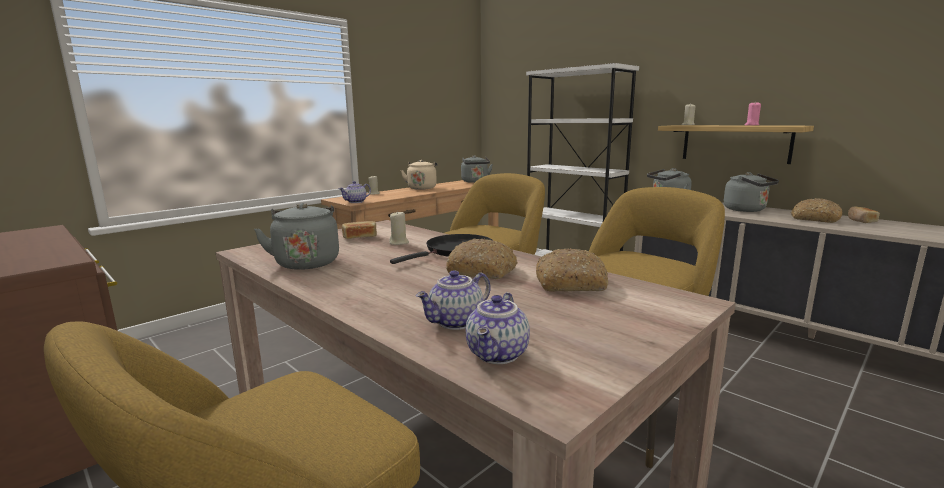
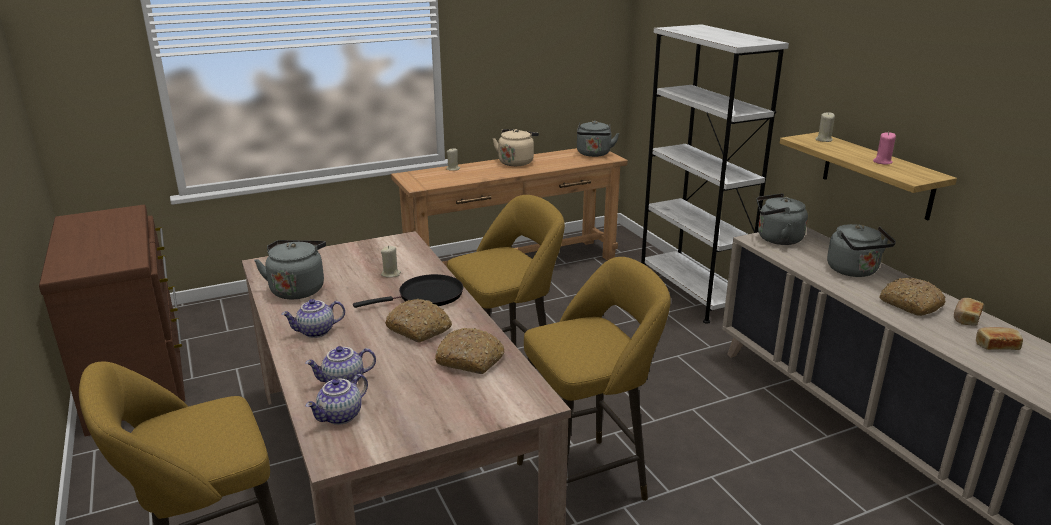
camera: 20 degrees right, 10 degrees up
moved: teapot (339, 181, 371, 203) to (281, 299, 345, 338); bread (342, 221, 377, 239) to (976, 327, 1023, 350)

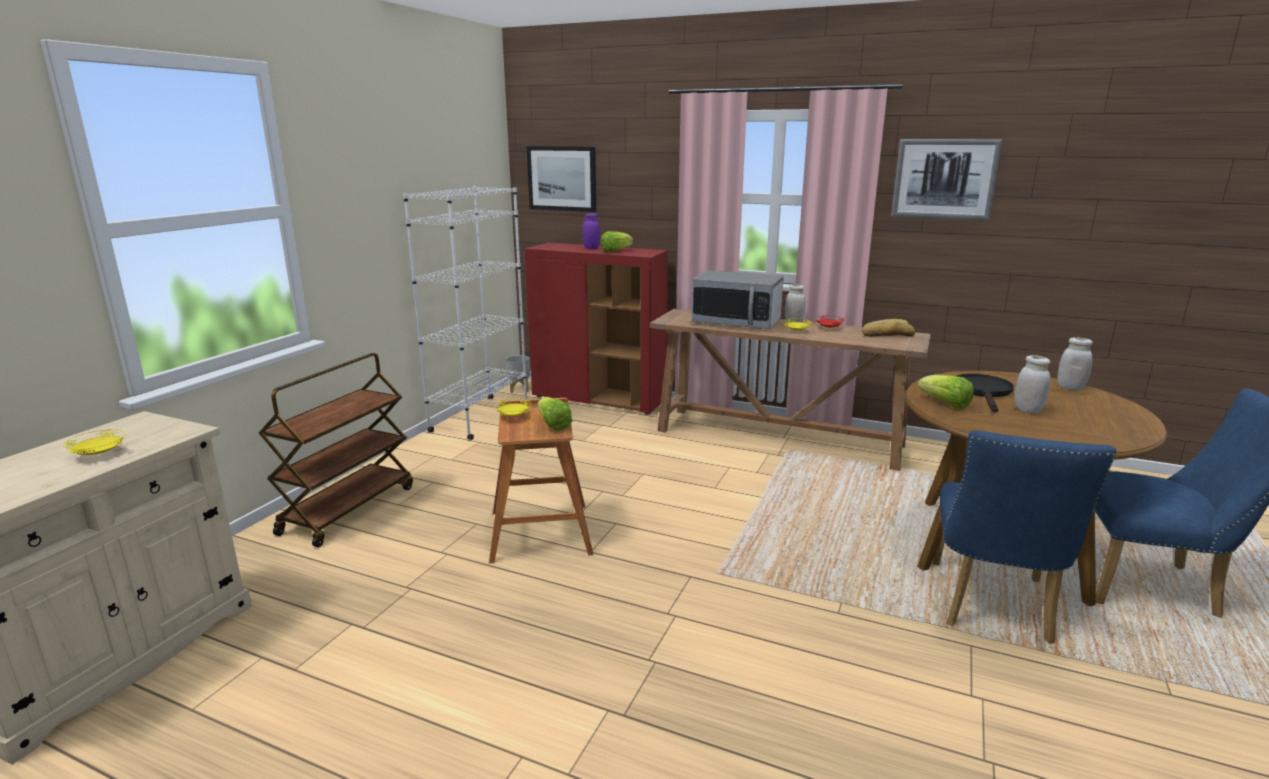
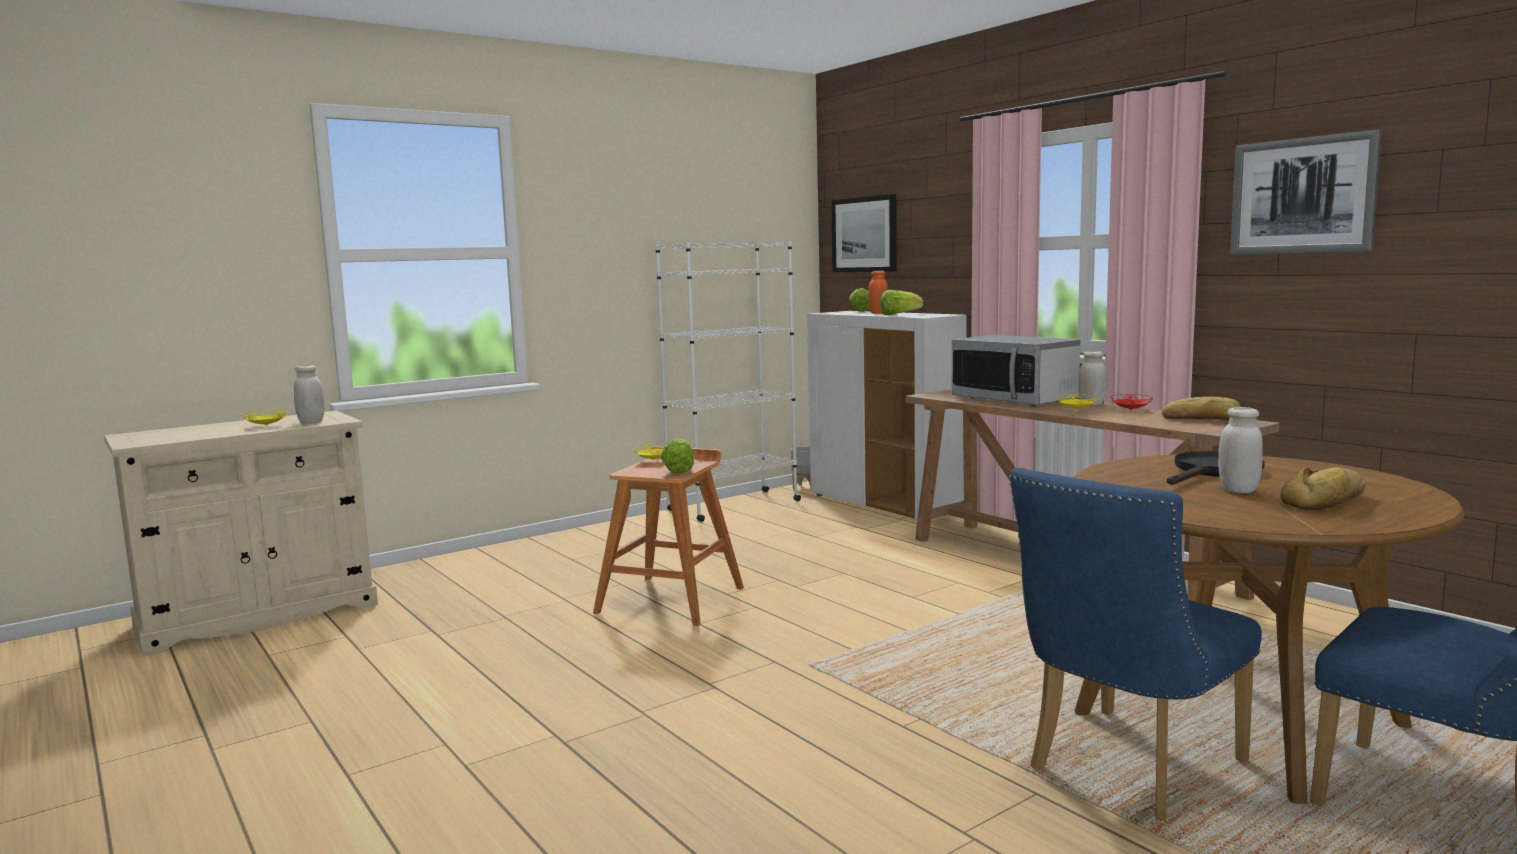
camera: 30 degrees right, 10 degrees down
removed: brown cart (259, 353, 413, 547)
added: bread (1280, 467, 1366, 511)
moved: white jar (1058, 337, 1093, 390) to (294, 365, 325, 424); lettuce (918, 375, 974, 409) to (850, 288, 870, 312)
recoloured: red cabinet (525, 242, 668, 415) to white cabinet (807, 311, 966, 520); purple jar (582, 213, 600, 249) to orange jar (868, 271, 888, 314)

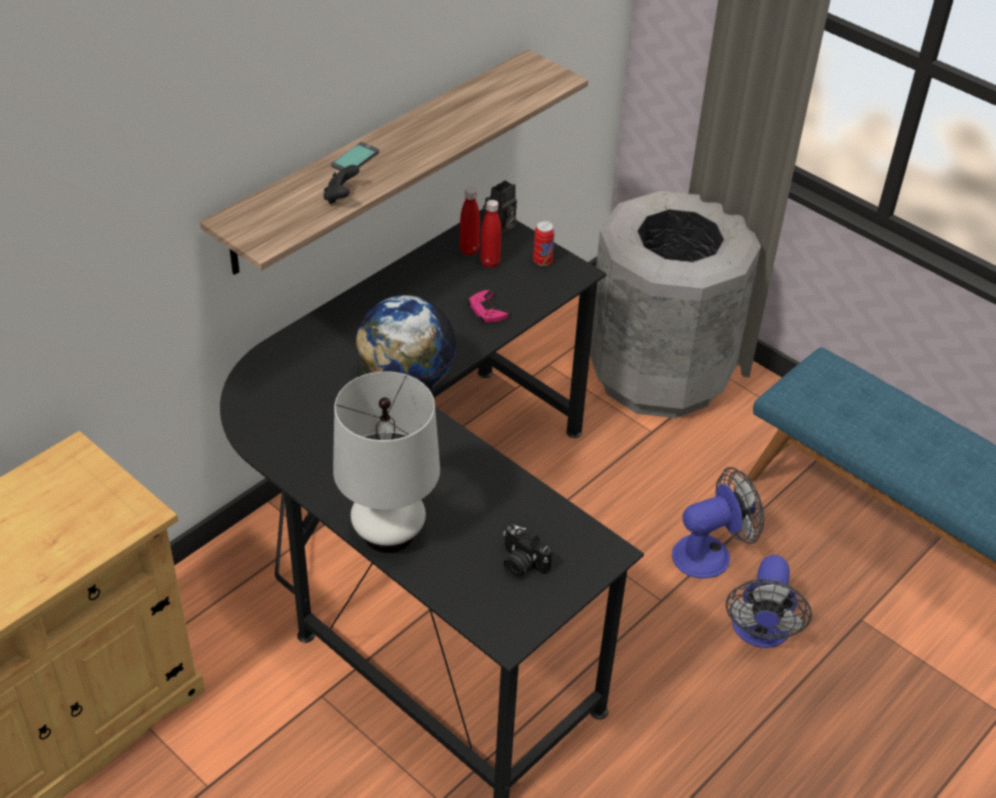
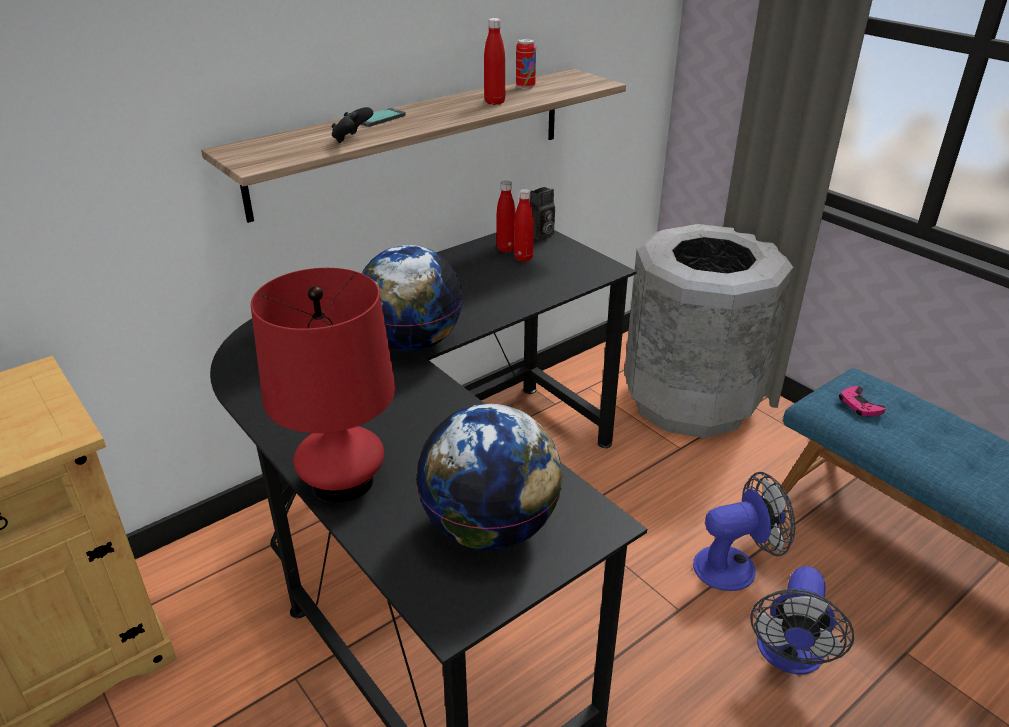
camera: 10 degrees right, 10 degrees down
added: red bottle (484, 18, 505, 105)
moved: can (533, 221, 555, 266) to (516, 38, 536, 89); pink game controller (467, 290, 508, 323) to (839, 386, 886, 416)
replaced: photo camera (503, 524, 552, 578) to globe (416, 404, 563, 550)
recoloured: white table lamp (333, 371, 440, 553) to red table lamp (251, 268, 395, 503)

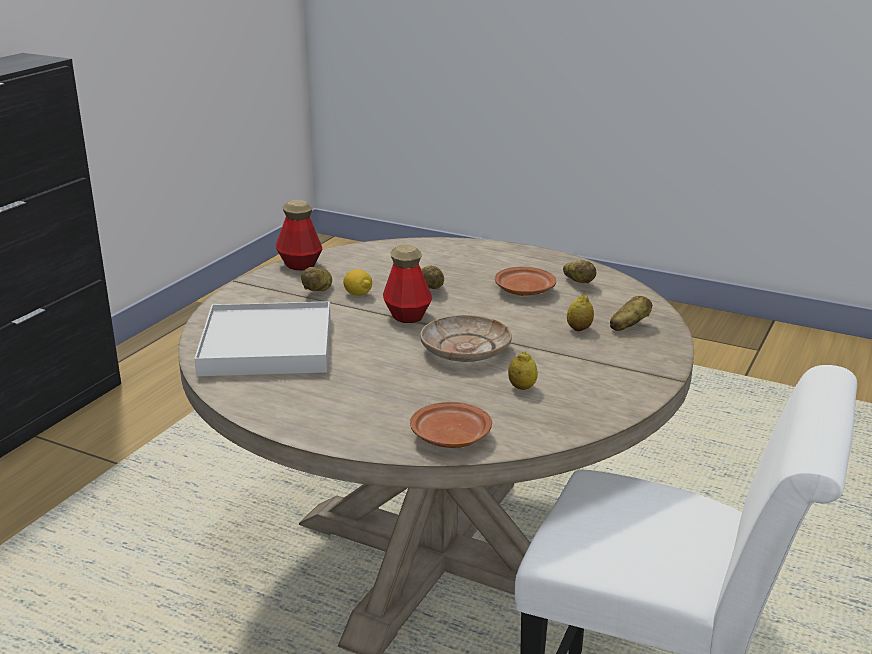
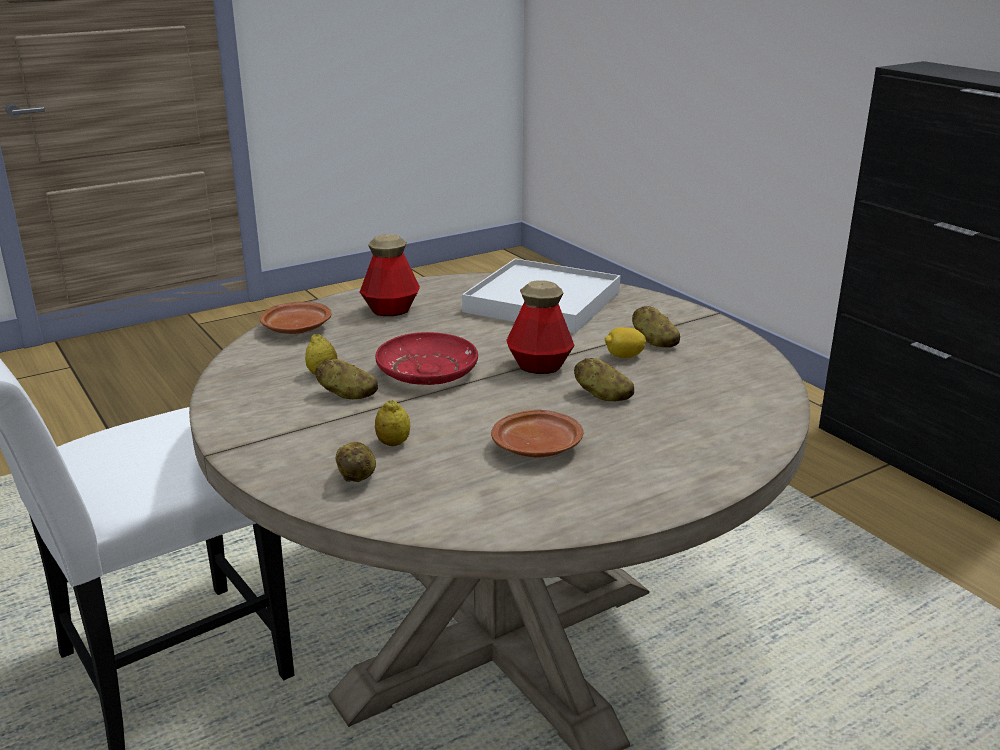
camera: 120 degrees right, 0 degrees up
moved: potato (563, 260, 596, 283) to (315, 359, 378, 399); bottle (276, 200, 323, 271) to (360, 234, 420, 316)
recoloured: beige plate (420, 315, 512, 362) to red plate (375, 332, 478, 385)

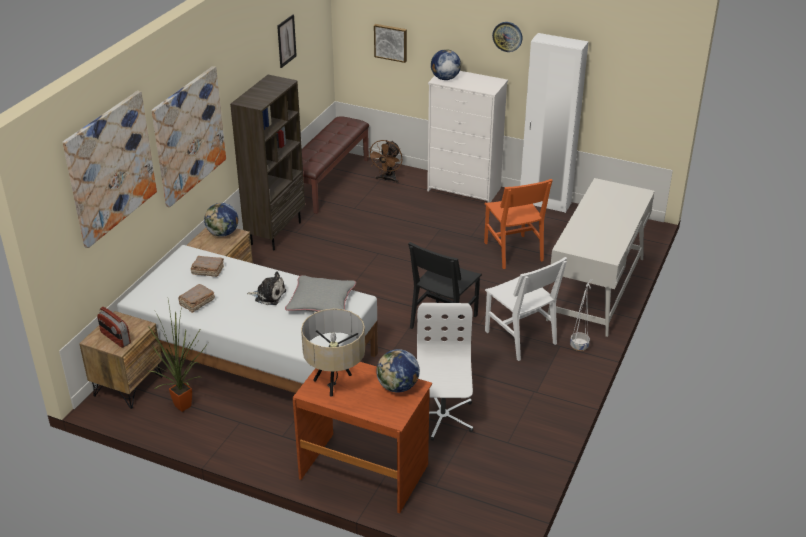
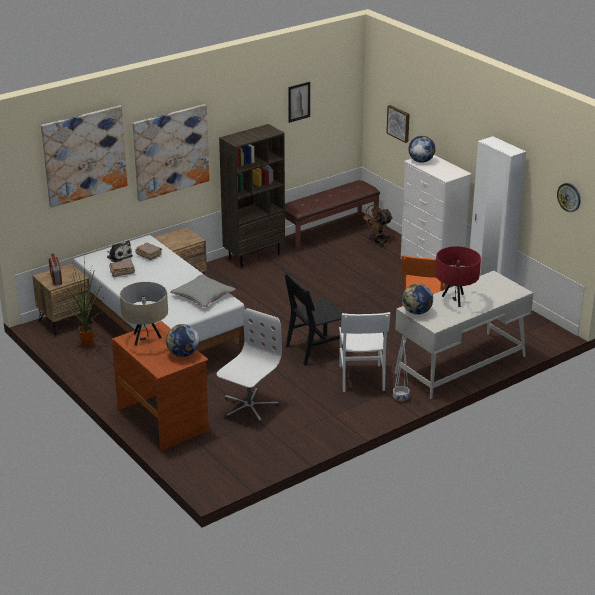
camera: 30 degrees right, 5 degrees down
added: red table lamp (435, 246, 481, 307)
moved: plush toy (247, 271, 286, 305) to (107, 240, 133, 262); globe (204, 203, 238, 237) to (402, 284, 433, 315); wall clock (492, 22, 522, 52) to (557, 183, 581, 212)

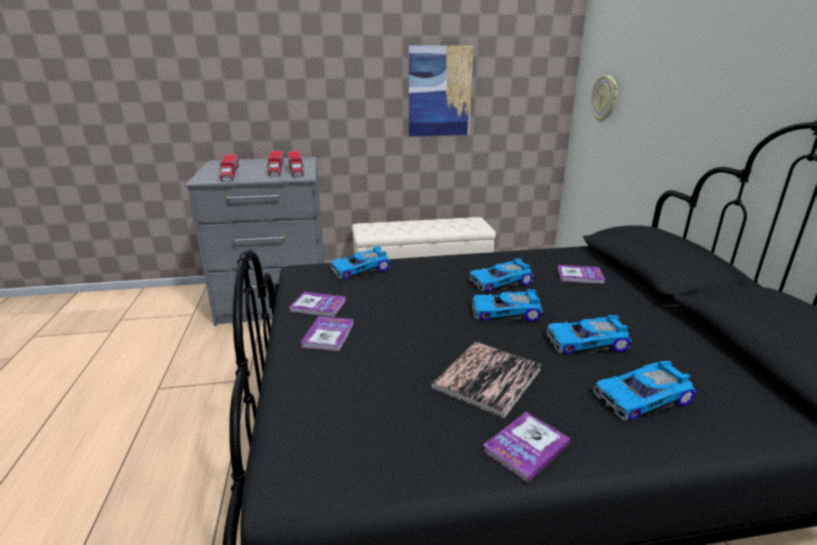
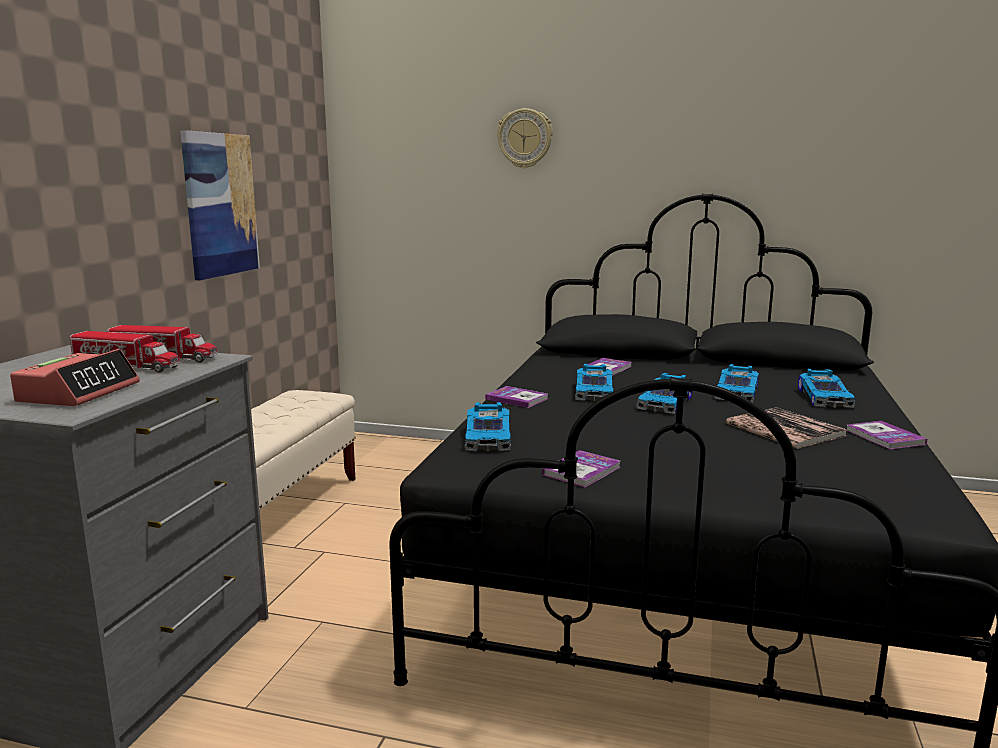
camera: 65 degrees left, 10 degrees down
moved: book (300, 316, 354, 351) to (485, 386, 548, 408); wall clock (591, 75, 618, 122) to (497, 108, 553, 168)
replaced: toy truck (219, 154, 239, 181) to alarm clock (10, 349, 140, 406)

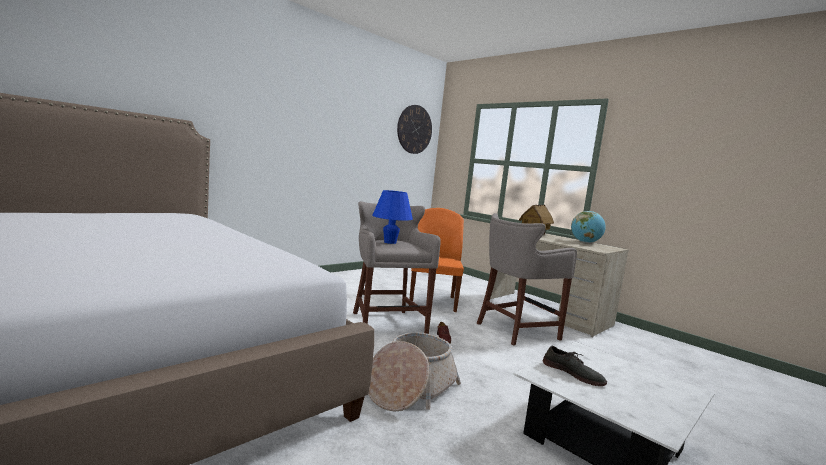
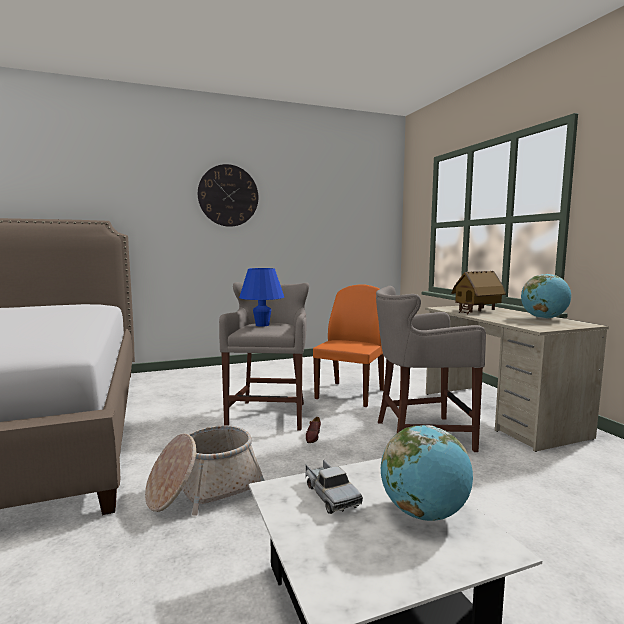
camera: 25 degrees right, 0 degrees up
added: globe (381, 425, 473, 521)
moved: wall clock (397, 105, 432, 154) to (198, 164, 258, 227)
replaced: grey shoe (543, 346, 607, 386) to toy truck (305, 460, 363, 514)

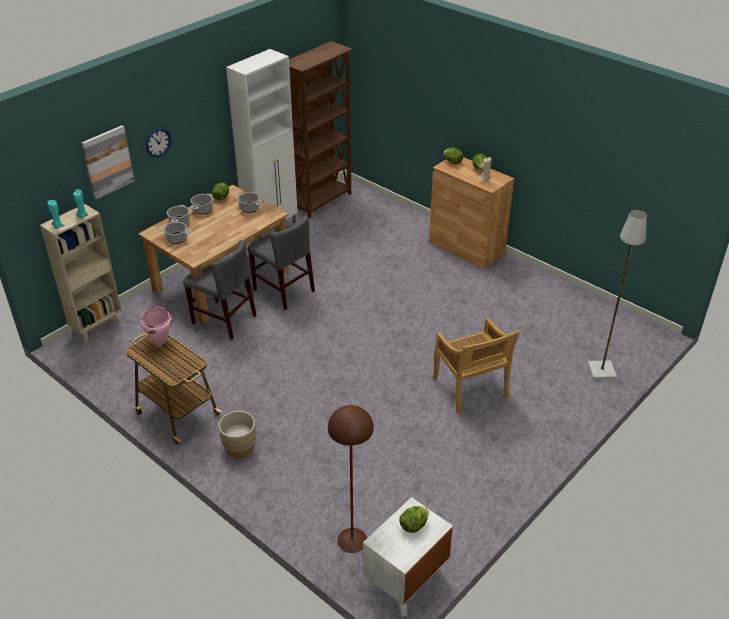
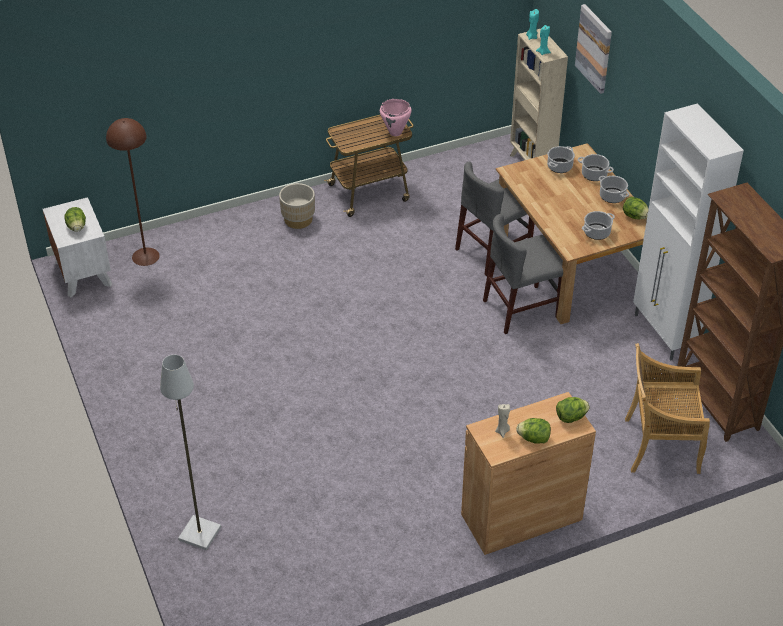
camera: 115 degrees right, 5 degrees up
removed: wall clock (146, 128, 171, 157)
moved: beige chair (433, 318, 520, 415) to (625, 343, 710, 474)

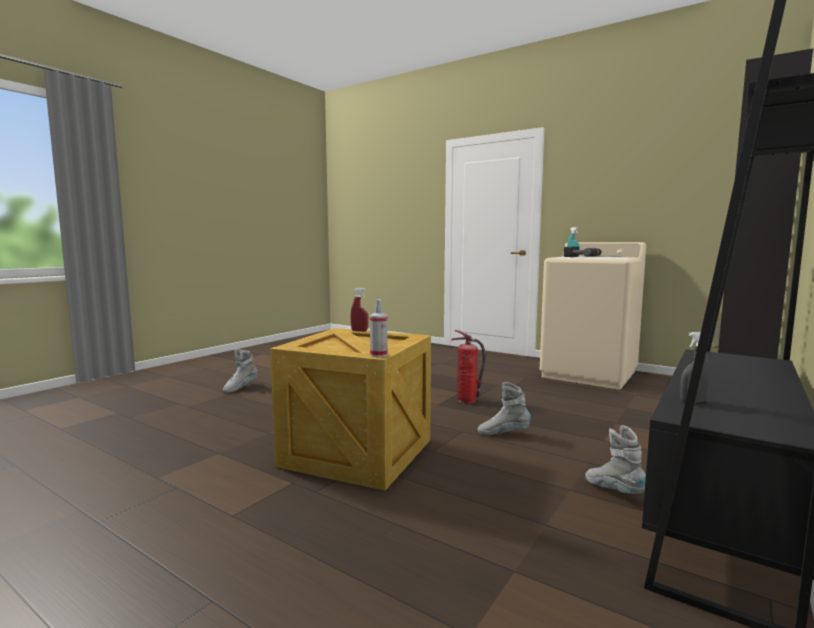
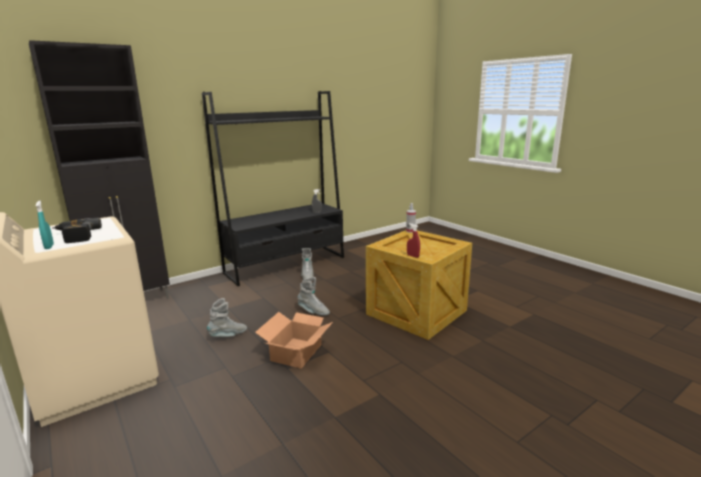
camera: 160 degrees left, 10 degrees up
moved: grey boot (223, 349, 257, 393) to (207, 298, 247, 337)
replaced: fire extinguisher (452, 330, 486, 404) to cardboard box (255, 312, 333, 369)

